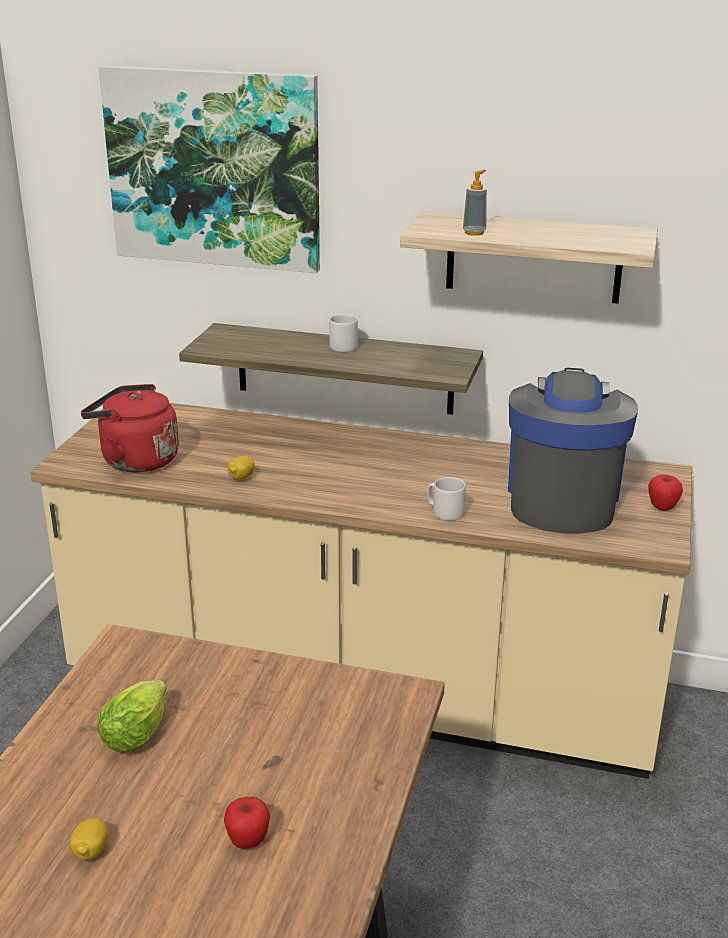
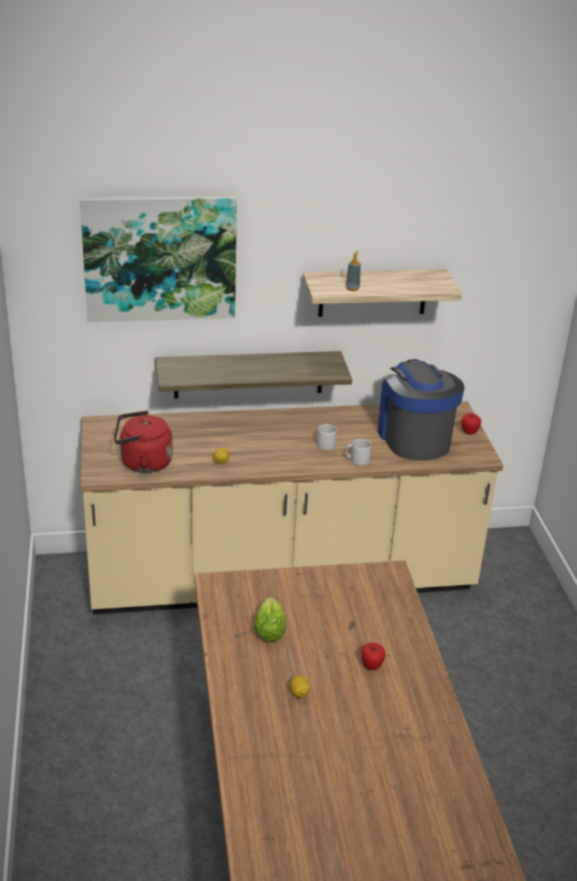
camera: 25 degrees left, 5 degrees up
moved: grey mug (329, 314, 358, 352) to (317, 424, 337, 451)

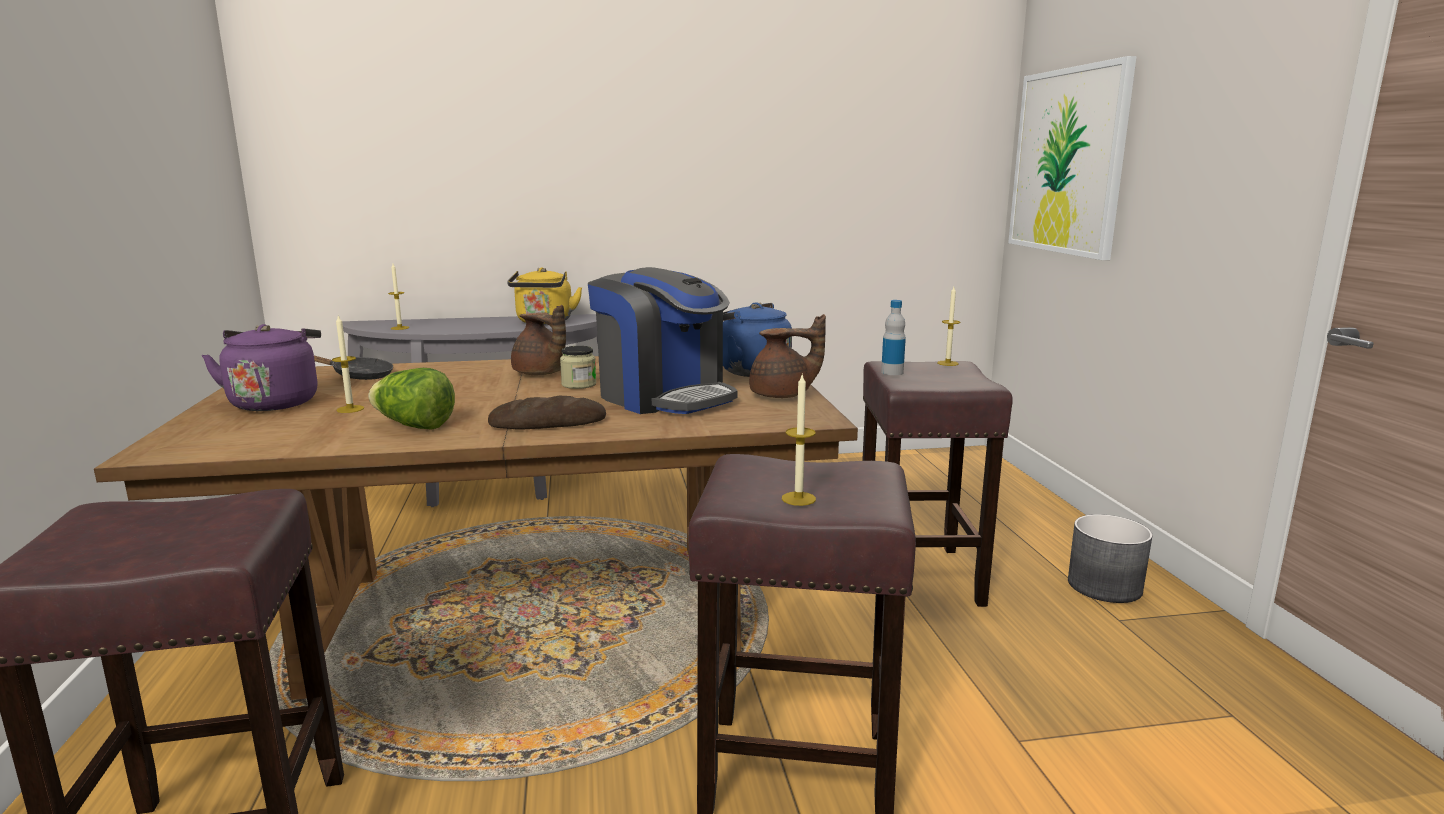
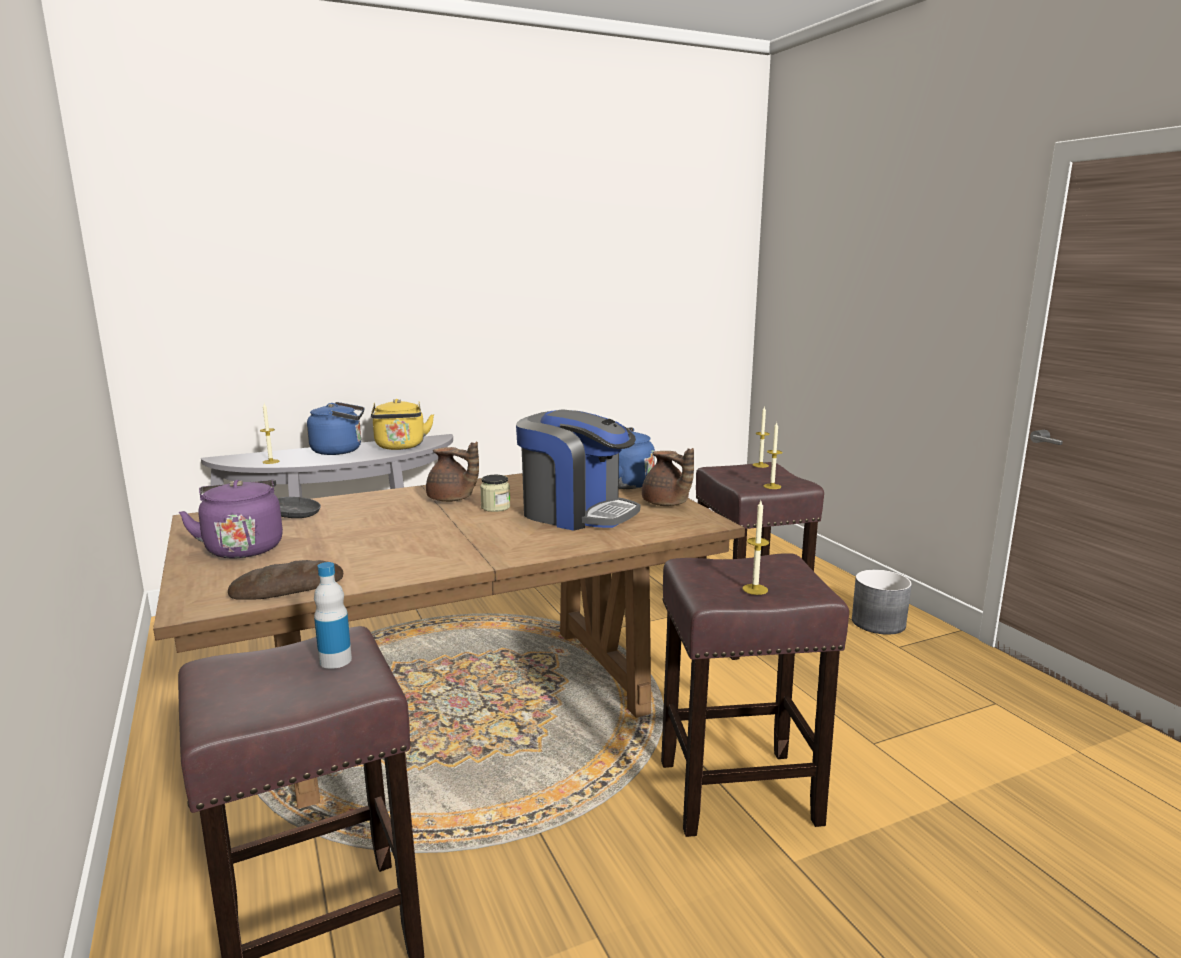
camera: 15 degrees left, 0 degrees up
removed: lettuce (368, 368, 455, 430); picture (1008, 56, 1137, 260)
added: blue kettle (307, 402, 365, 455)
moved: bread (488, 395, 606, 430) to (228, 560, 343, 600); bottle (881, 300, 906, 375) to (314, 562, 352, 669); candle (332, 316, 364, 413) to (763, 423, 782, 489)
turned: brown teapot (749, 314, 826, 398) = (642, 448, 694, 506) 75 degrees clockwise

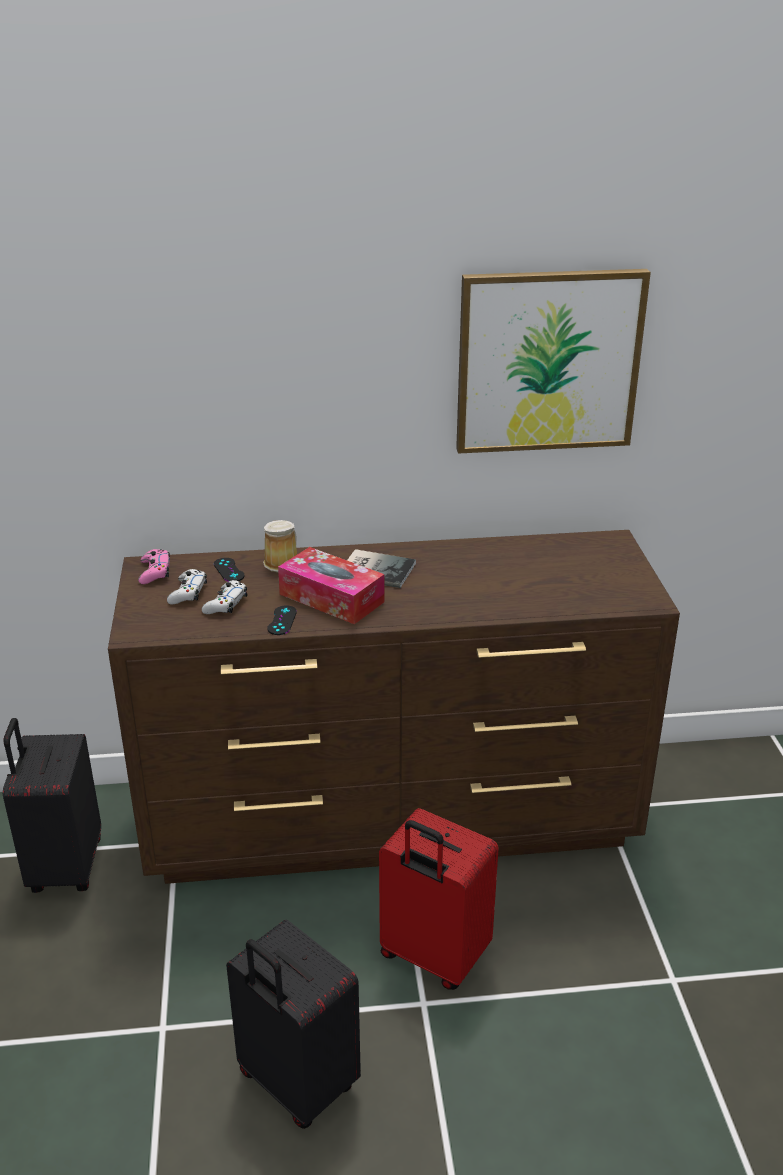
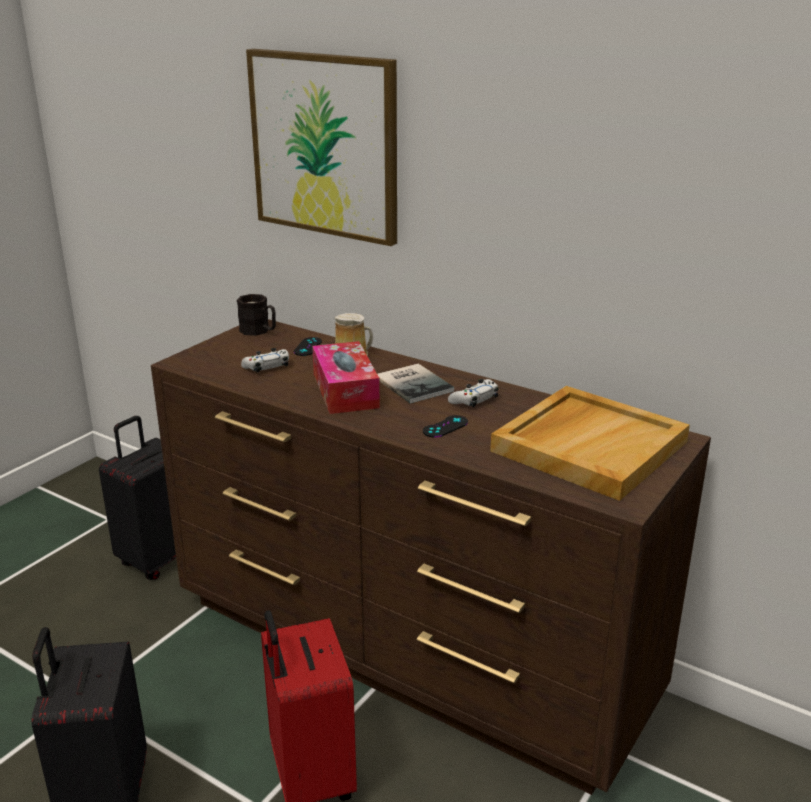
camera: 40 degrees right, 5 degrees down
added: beige tray (490, 386, 690, 501)
moved: picture (456, 269, 651, 454) to (246, 49, 397, 246); black game controller (267, 605, 297, 635) to (423, 415, 468, 438); white game controller (167, 569, 207, 604) to (448, 379, 499, 407)
replaced: pink game controller (138, 549, 170, 584) to black mug (237, 294, 276, 336)

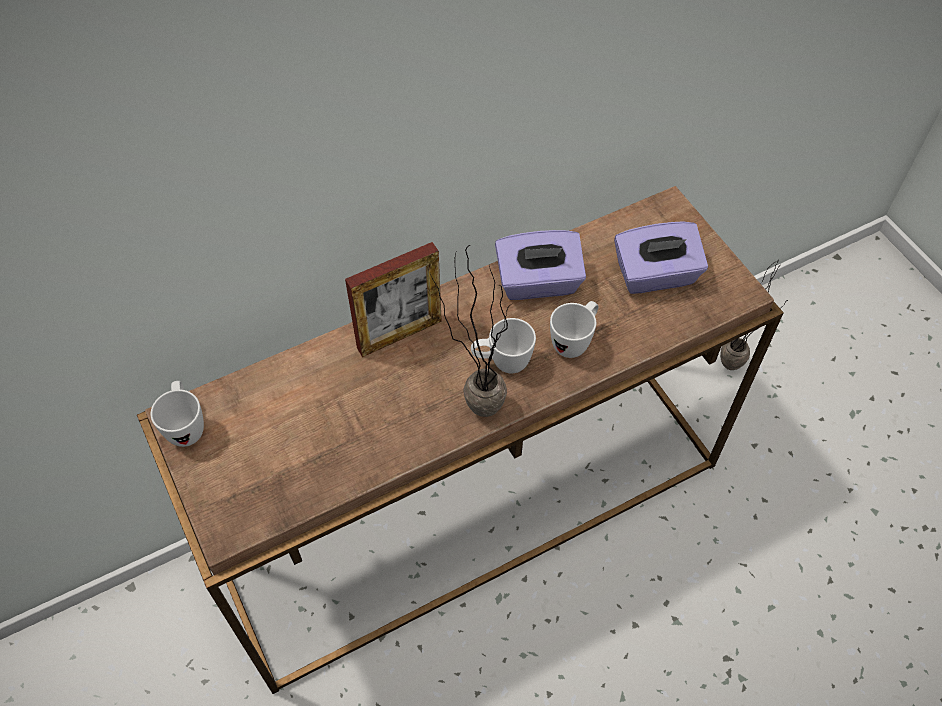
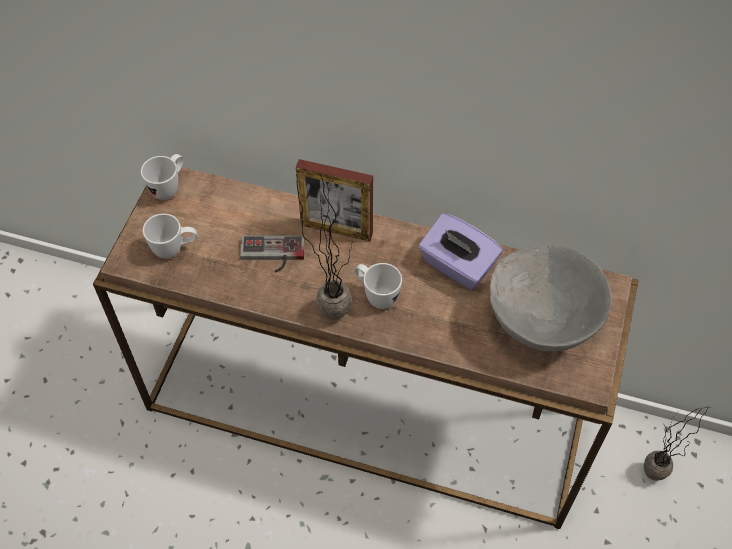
camera: 45 degrees right, 0 degrees up
added: game controller (240, 235, 305, 272)
moved: white mug (550, 301, 599, 358) to (143, 214, 197, 259)
replaced: purple tissue box (614, 221, 708, 294) to grey bowl (490, 245, 612, 352)

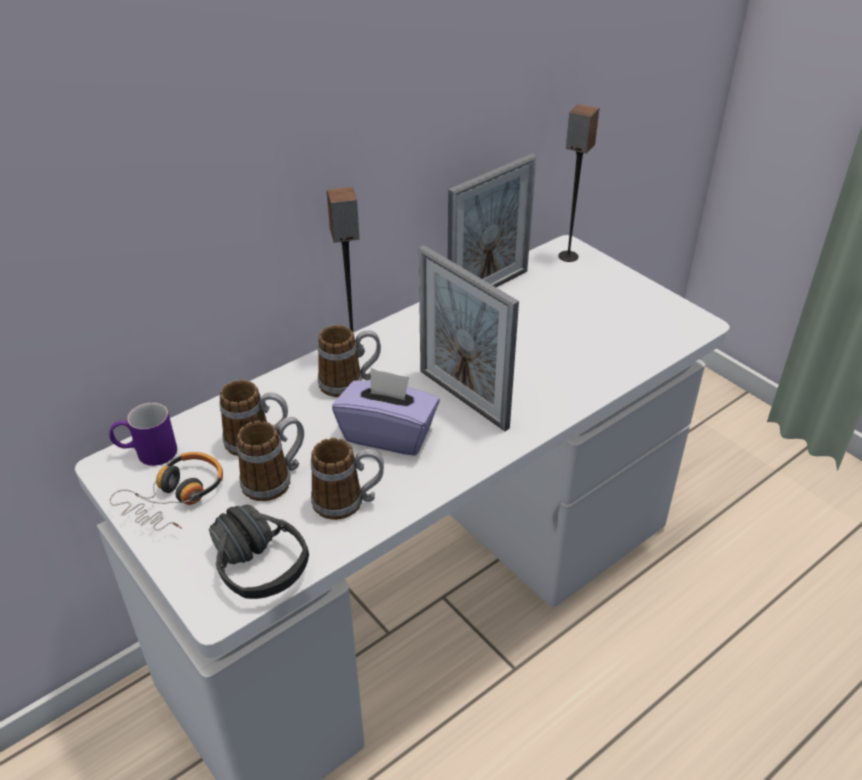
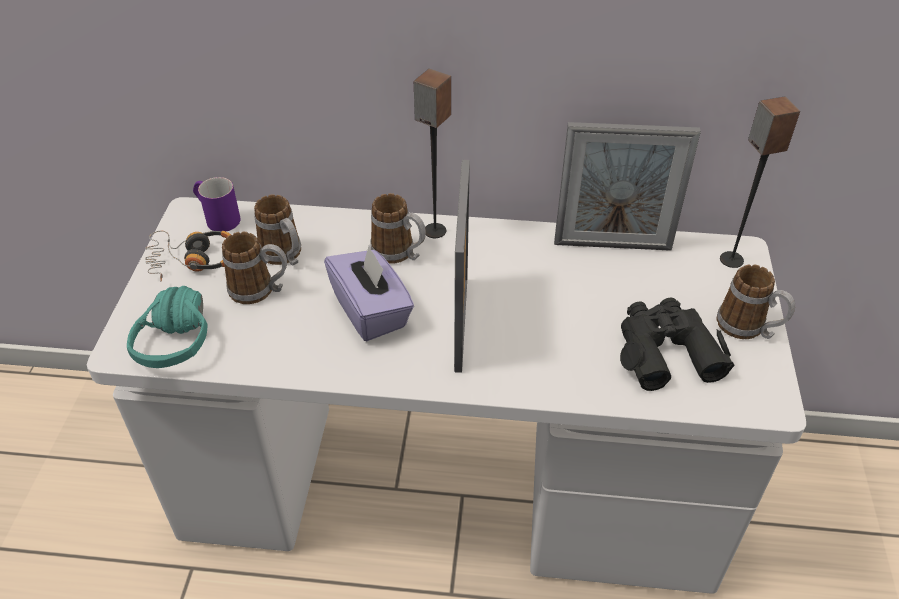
camera: 45 degrees right, 5 degrees up
added: black binoculars (620, 298, 735, 391)
moved: mug (311, 438, 384, 520) to (717, 264, 795, 339)
recoloured: black headphones (209, 504, 309, 599) to turquoise headphones (127, 286, 208, 368)

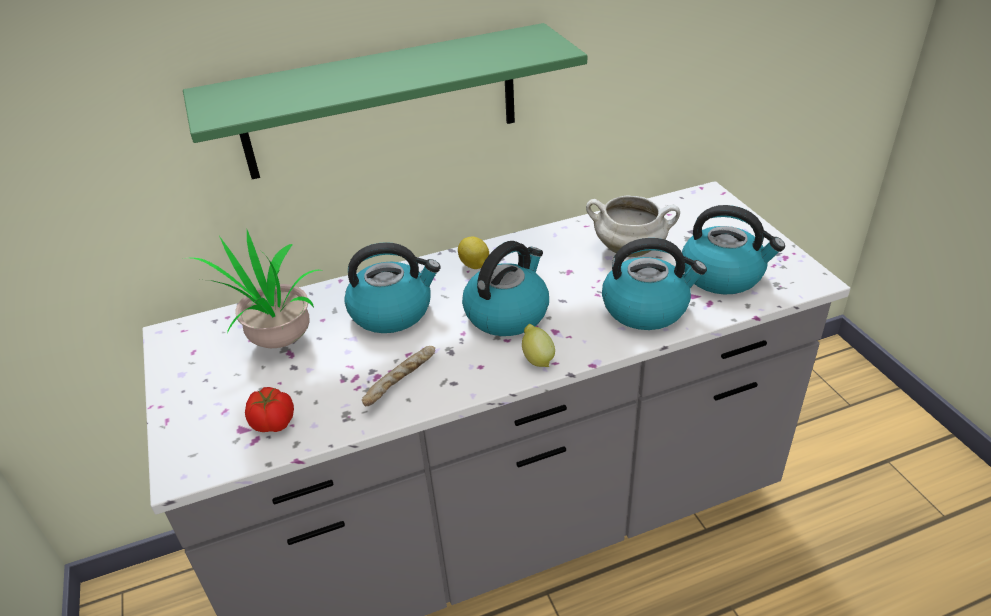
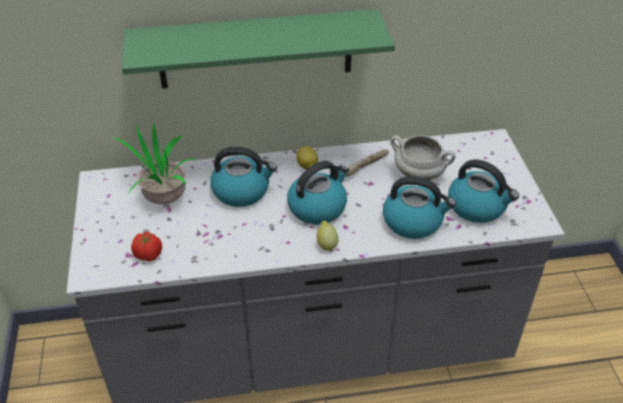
camera: 10 degrees right, 5 degrees up
moved: bread (362, 346, 435, 406) to (346, 149, 389, 177)

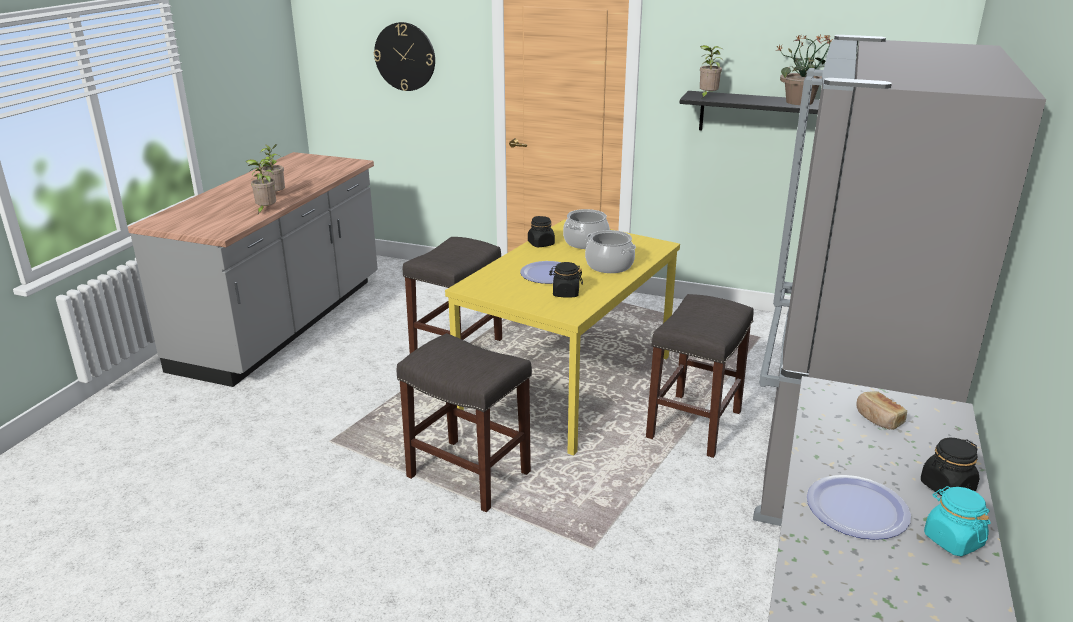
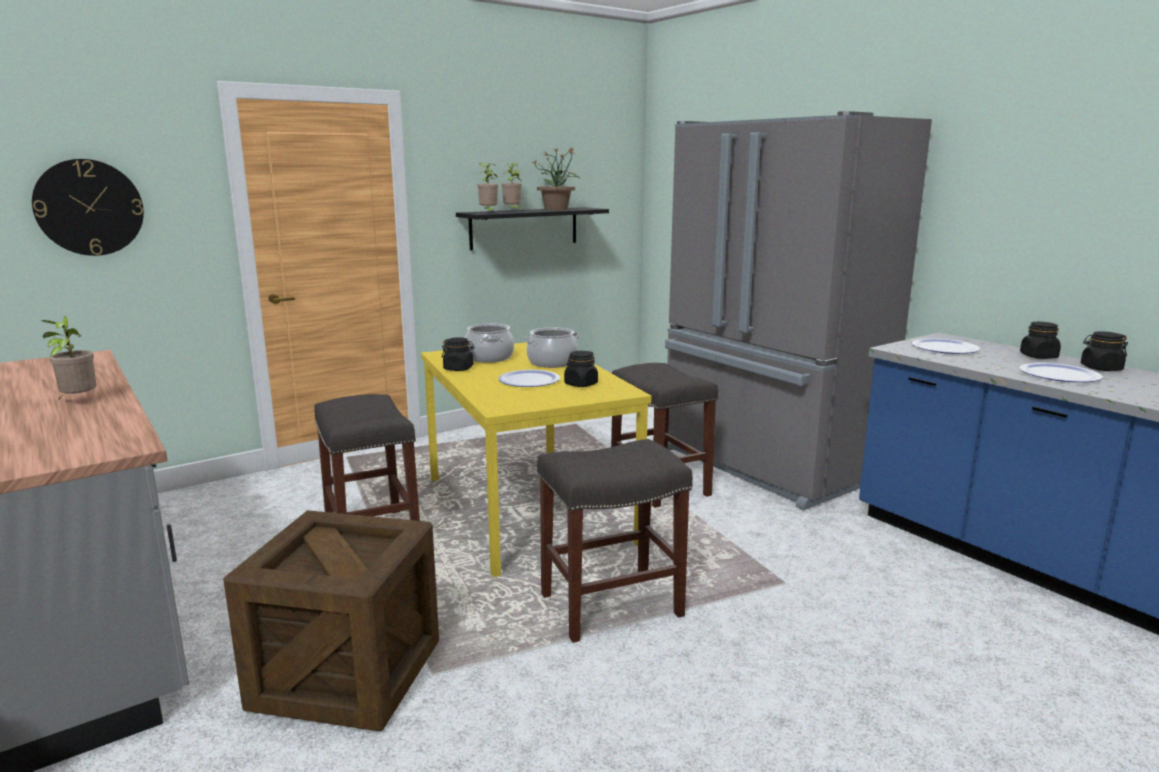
camera: 55 degrees left, 10 degrees down
added: crate (223, 510, 439, 732)
moved: potted plant (245, 159, 276, 214) to (501, 163, 522, 212)
replaced: bread (856, 391, 907, 430) to plate (912, 338, 980, 354)
recoloured: turquoise jar (924, 486, 990, 556) to black jar (1081, 331, 1128, 371)

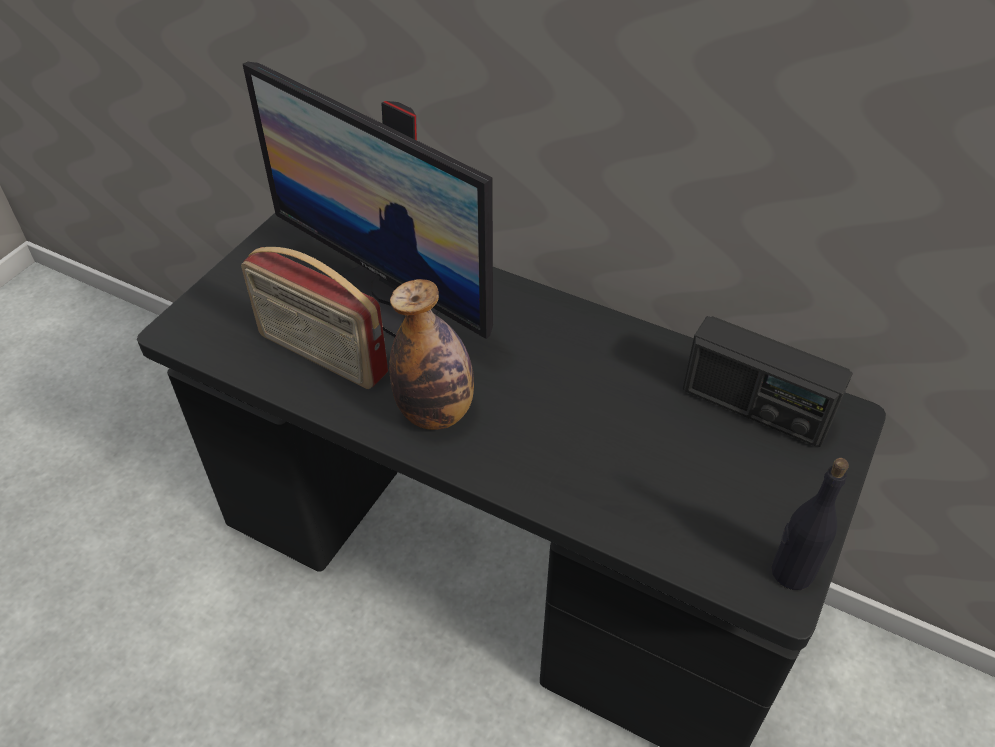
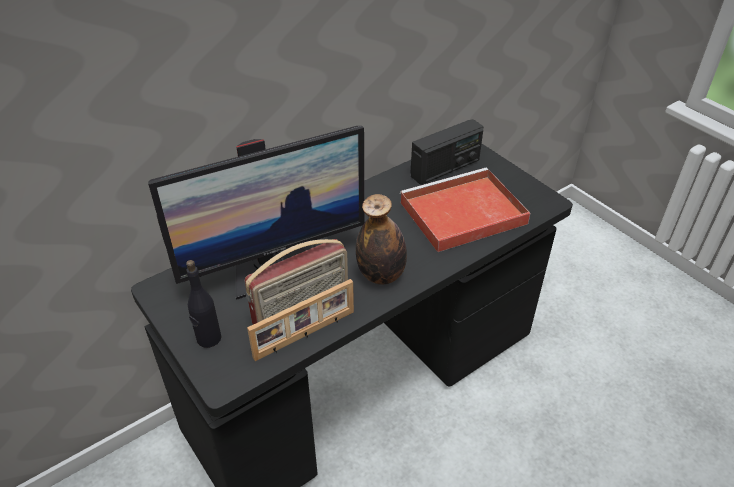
camera: 65 degrees left, 5 degrees down
added: picture frame (247, 279, 354, 361); red tray (400, 168, 530, 252)
moved: black bottle (771, 458, 849, 590) to (186, 260, 222, 348)

